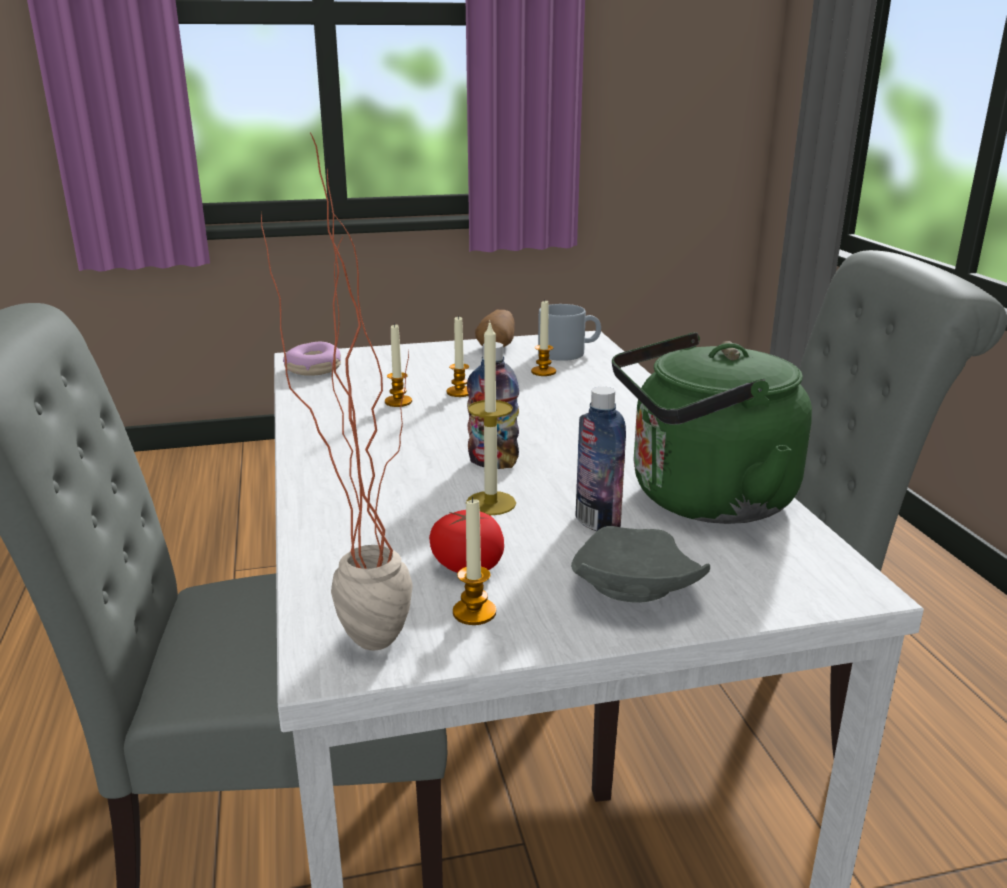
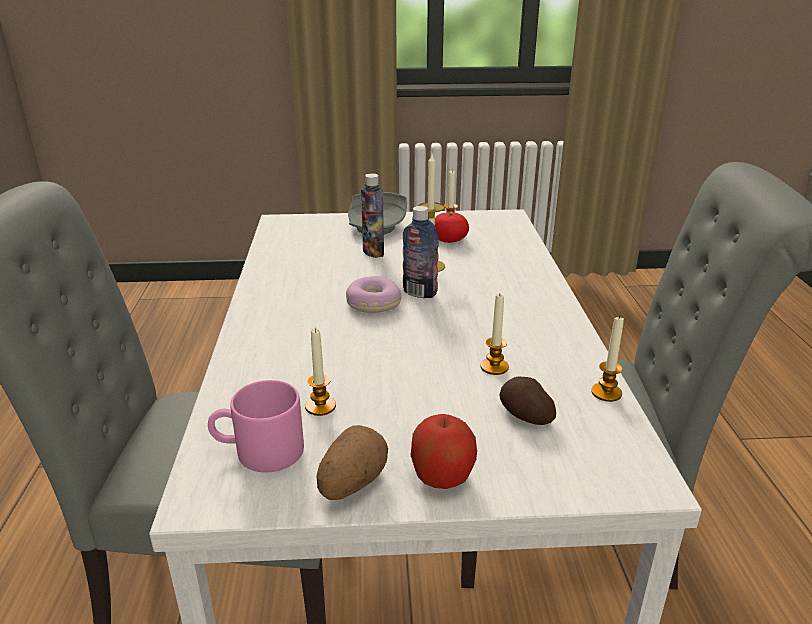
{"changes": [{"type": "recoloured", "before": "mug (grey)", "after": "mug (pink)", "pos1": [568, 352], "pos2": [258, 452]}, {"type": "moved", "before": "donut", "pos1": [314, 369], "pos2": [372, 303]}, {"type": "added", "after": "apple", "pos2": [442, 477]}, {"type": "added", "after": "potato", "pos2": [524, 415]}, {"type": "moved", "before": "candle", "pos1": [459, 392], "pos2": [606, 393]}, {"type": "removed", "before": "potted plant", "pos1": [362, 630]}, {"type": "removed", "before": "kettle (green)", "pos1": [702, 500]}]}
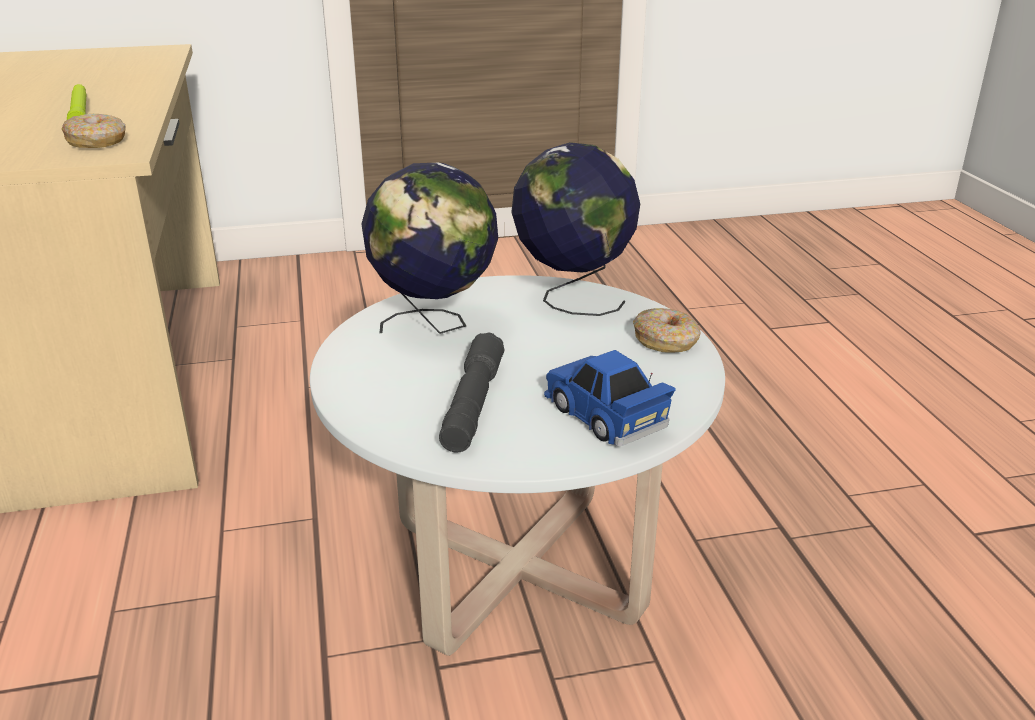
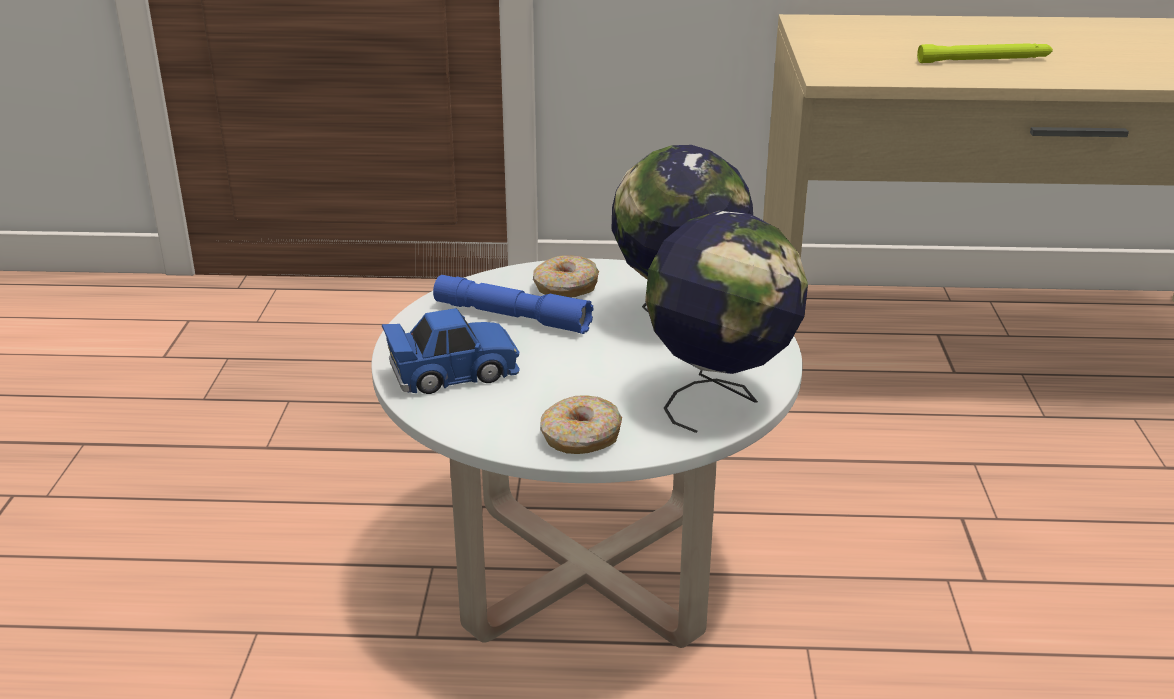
{"changes": [{"type": "recoloured", "before": "flashlight (grey)", "after": "flashlight (blue)", "pos1": [473, 404], "pos2": [512, 317]}, {"type": "moved", "before": "donut", "pos1": [97, 142], "pos2": [565, 288]}]}
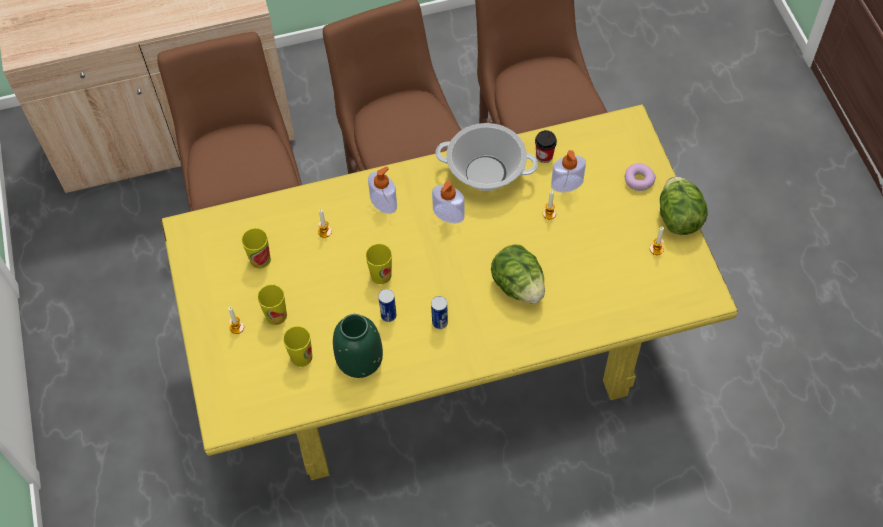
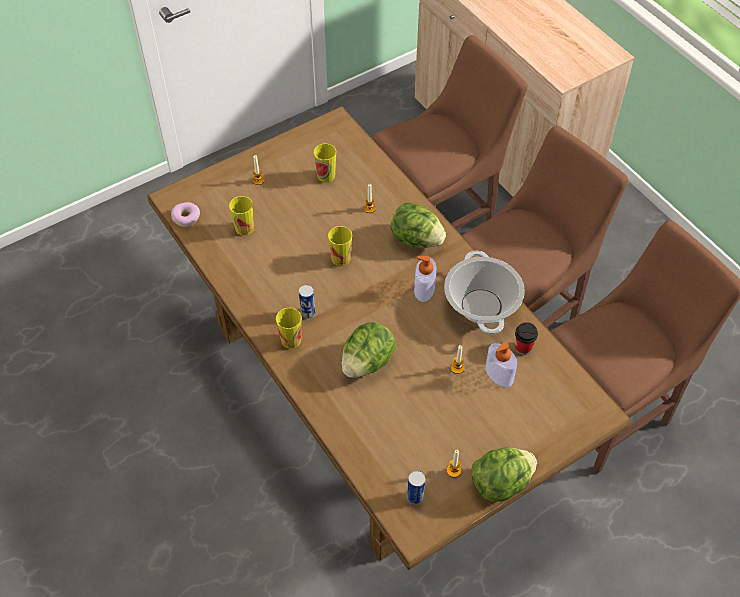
{"changes": [{"type": "recoloured", "before": "dining table (yellow)", "after": "dining table (brown)", "pos1": [446, 351], "pos2": [372, 395]}, {"type": "moved", "before": "donut", "pos1": [638, 180], "pos2": [186, 217]}, {"type": "moved", "before": "cup", "pos1": [276, 315], "pos2": [291, 340]}, {"type": "replaced", "before": "soap dispenser", "after": "lettuce", "pos1": [383, 202], "pos2": [416, 239]}, {"type": "moved", "before": "can", "pos1": [388, 315], "pos2": [415, 497]}, {"type": "removed", "before": "vase (green)", "pos1": [359, 360]}]}
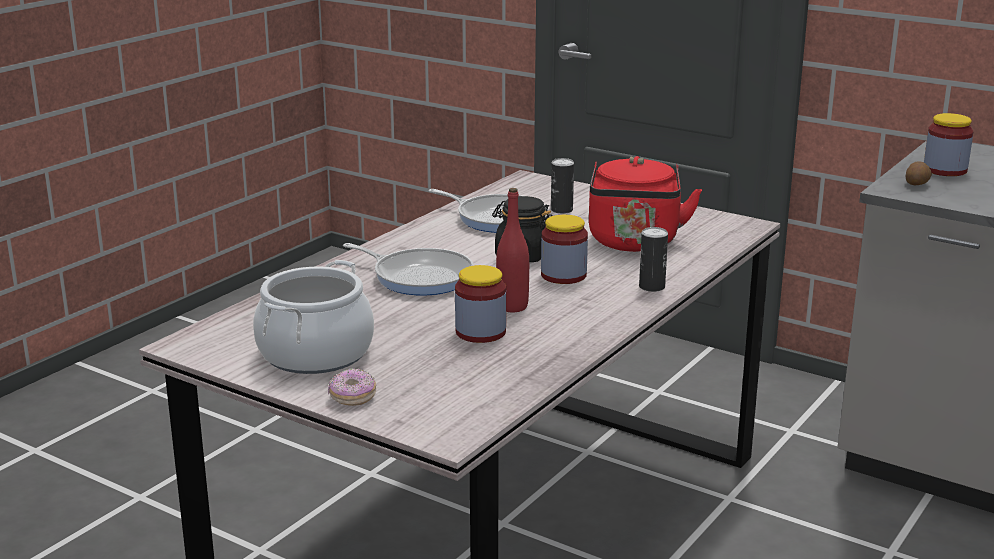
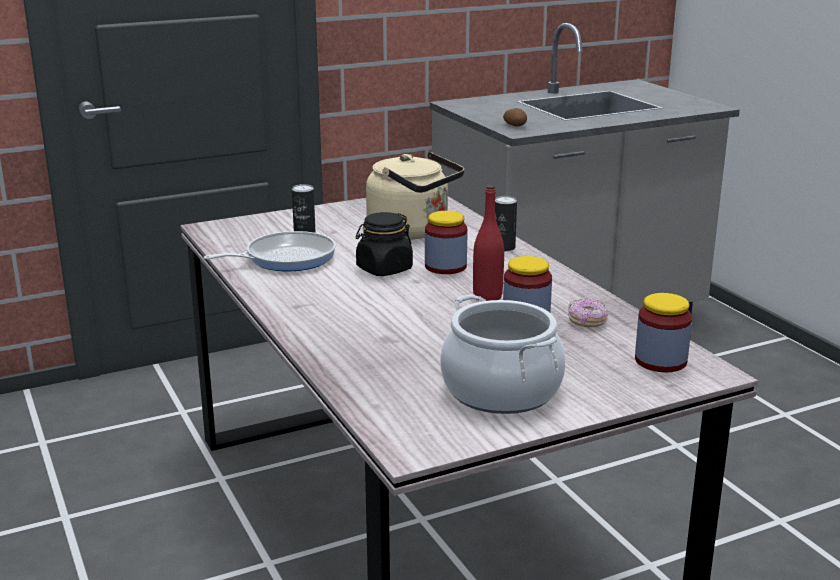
{"changes": [{"type": "recoloured", "before": "kettle (red)", "after": "kettle (beige)", "pos1": [634, 243], "pos2": [413, 232]}, {"type": "moved", "before": "donut", "pos1": [352, 397], "pos2": [587, 322]}, {"type": "moved", "before": "jar", "pos1": [945, 170], "pos2": [660, 361]}, {"type": "removed", "before": "frying pan", "pos1": [419, 277]}]}
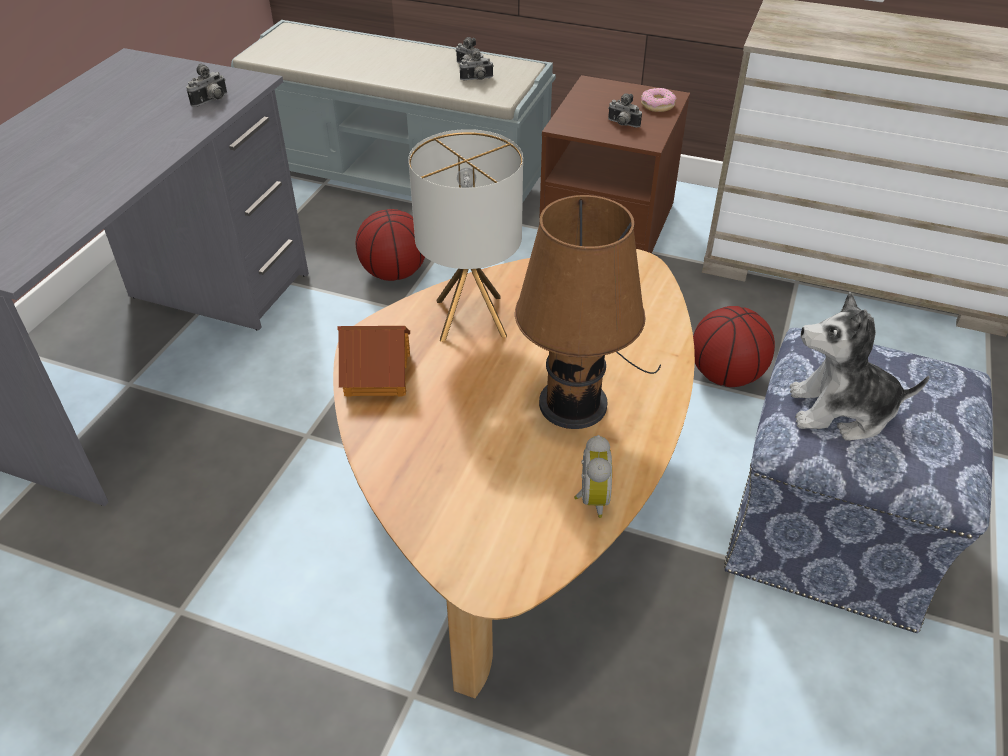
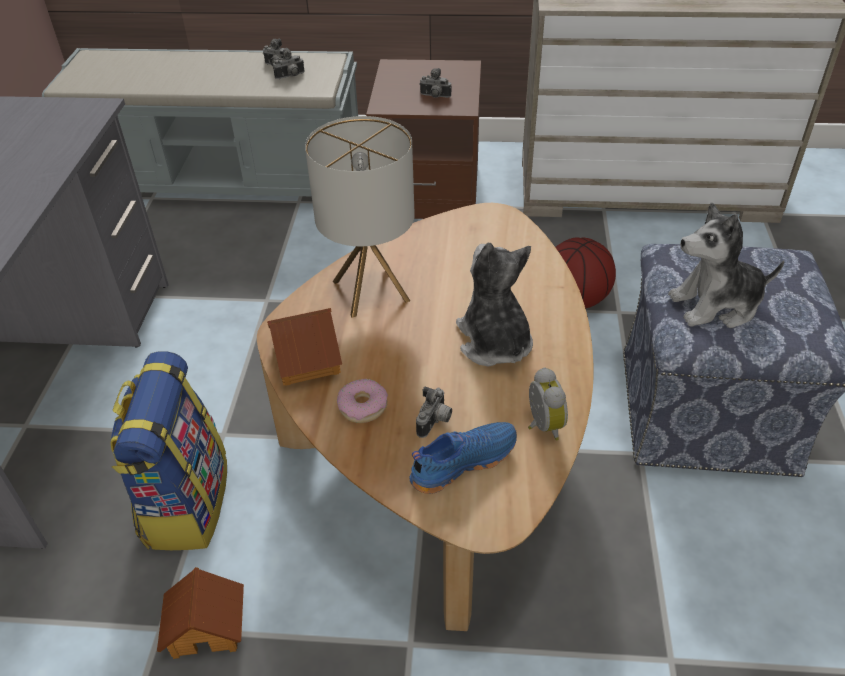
{"changes": [{"type": "added", "after": "backpack", "pos2": [185, 502]}, {"type": "added", "after": "toy house", "pos2": [206, 625]}, {"type": "moved", "before": "donut", "pos1": [657, 105], "pos2": [363, 406]}, {"type": "added", "after": "shoe (blue)", "pos2": [462, 462]}, {"type": "moved", "before": "photo camera", "pos1": [212, 101], "pos2": [435, 422]}, {"type": "replaced", "before": "table lamp (brown)", "after": "plush toy", "pos1": [577, 399], "pos2": [494, 342]}, {"type": "removed", "before": "basketball", "pos1": [393, 273]}]}
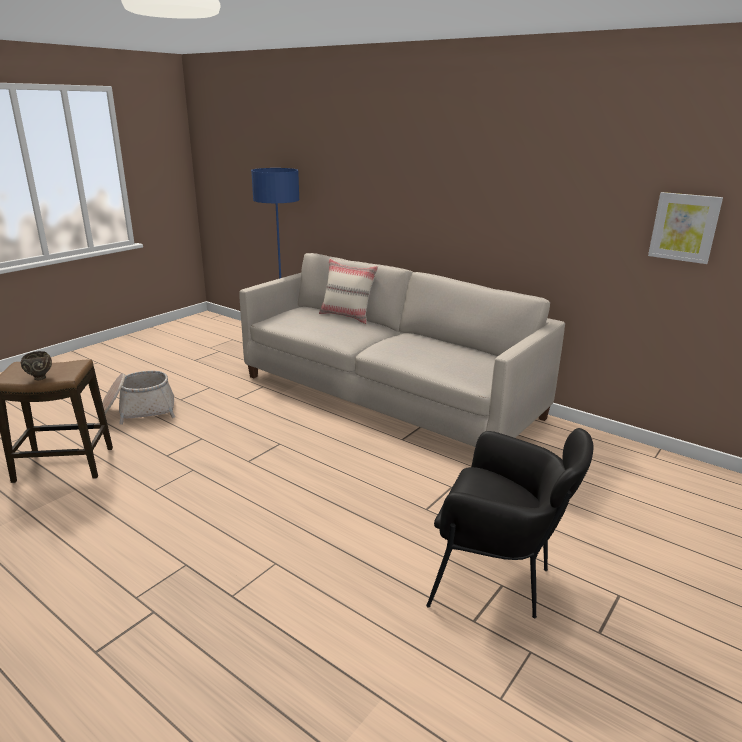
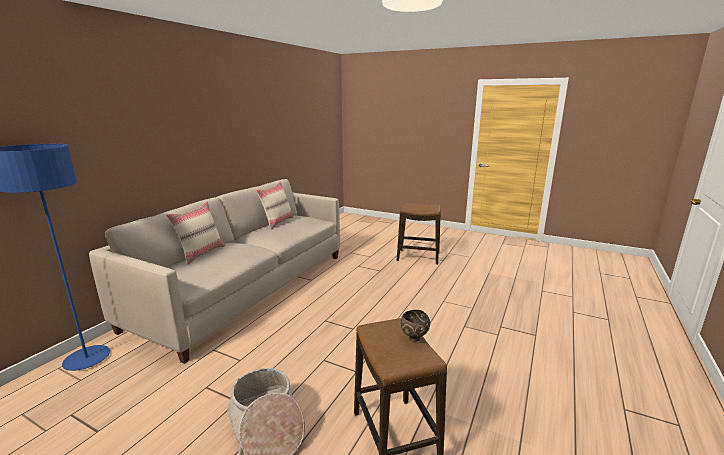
{"changes": [{"type": "added", "after": "pillow (beige)", "pos2": [277, 222]}, {"type": "replaced", "before": "armchair (black)", "after": "stool", "pos1": [498, 580], "pos2": [418, 257]}, {"type": "removed", "before": "picture", "pos1": [684, 227]}]}
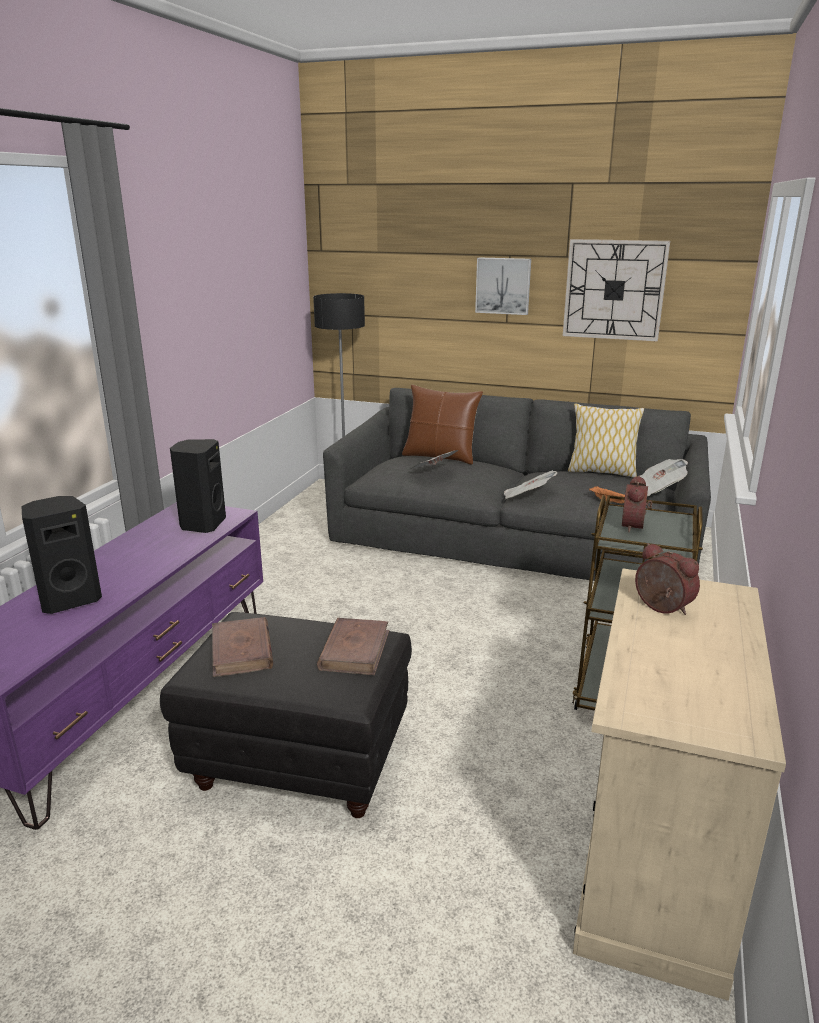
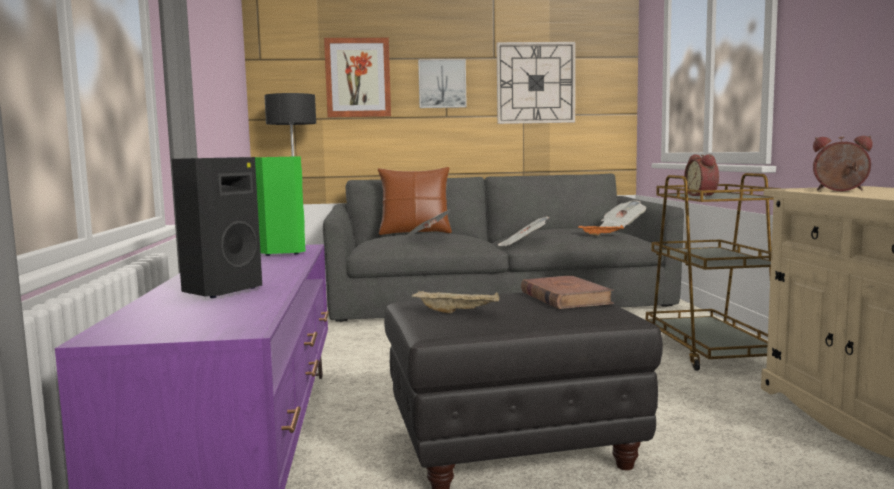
{"changes": [{"type": "recoloured", "before": "speaker (black)", "after": "speaker (green)", "pos1": [202, 524], "pos2": [281, 252]}, {"type": "added", "after": "picture", "pos2": [358, 78]}, {"type": "replaced", "before": "book (brown)", "after": "tray (beige)", "pos1": [242, 651], "pos2": [458, 312]}, {"type": "removed", "before": "pillow", "pos1": [601, 472]}]}
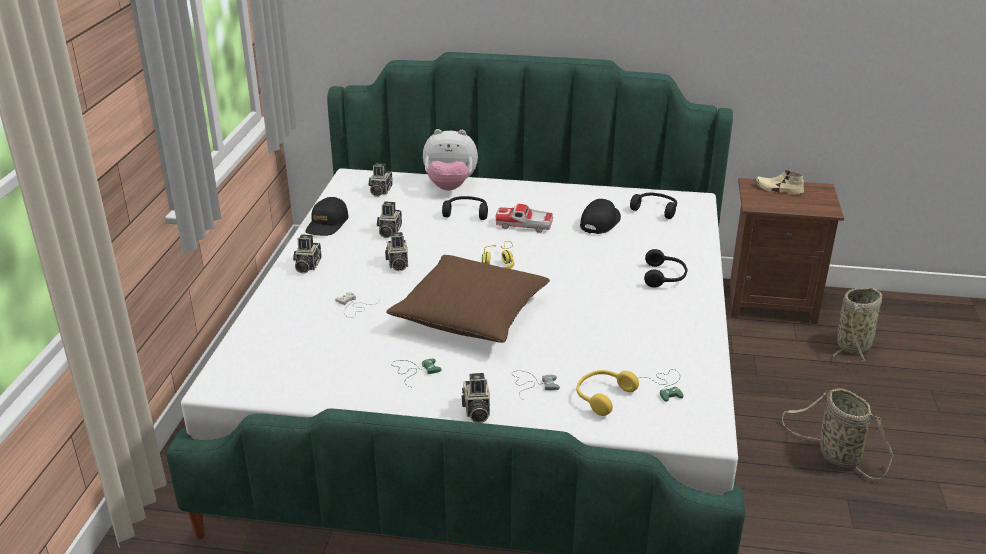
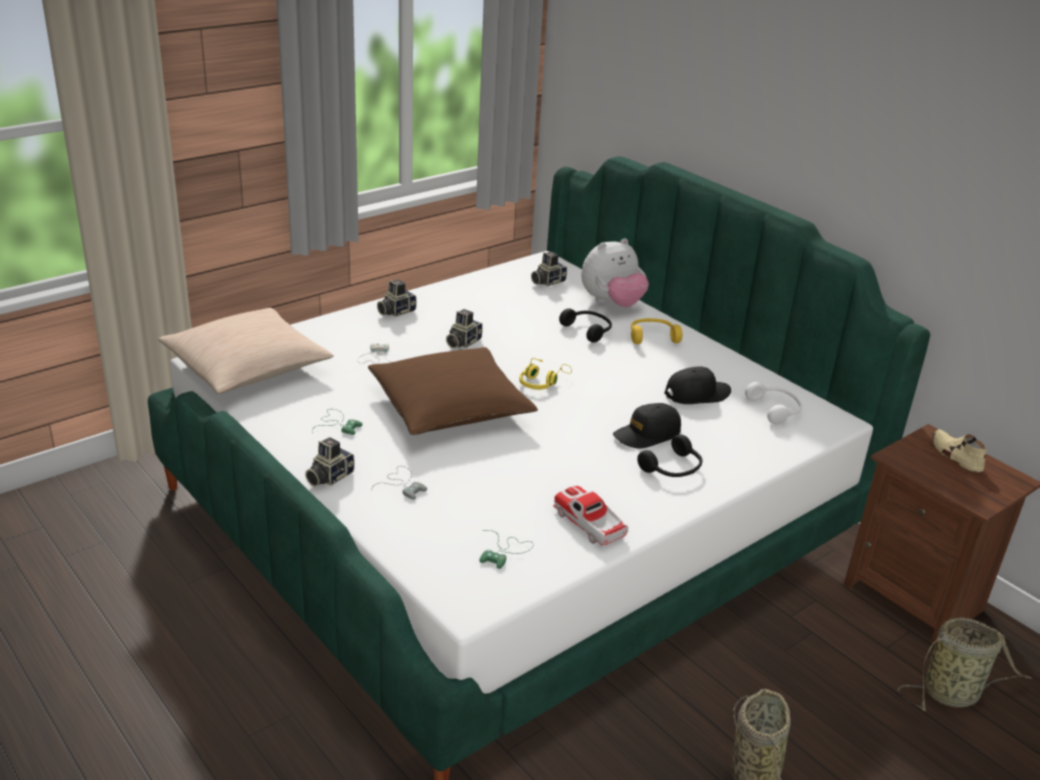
{"changes": [{"type": "added", "after": "pillow (beige)", "pos2": [247, 367]}, {"type": "moved", "before": "toy car", "pos1": [524, 225], "pos2": [589, 523]}, {"type": "turned", "before": "plush toy", "pos1": [450, 187], "pos2": [612, 303], "turn": -75}, {"type": "moved", "before": "cap (black)", "pos1": [327, 224], "pos2": [647, 434]}, {"type": "moved", "before": "headphones (yellow)", "pos1": [602, 396], "pos2": [652, 337]}, {"type": "recoloured", "before": "headphones (black)", "after": "headphones (white)", "pos1": [655, 209], "pos2": [775, 409]}, {"type": "removed", "before": "photo camera", "pos1": [389, 231]}]}
